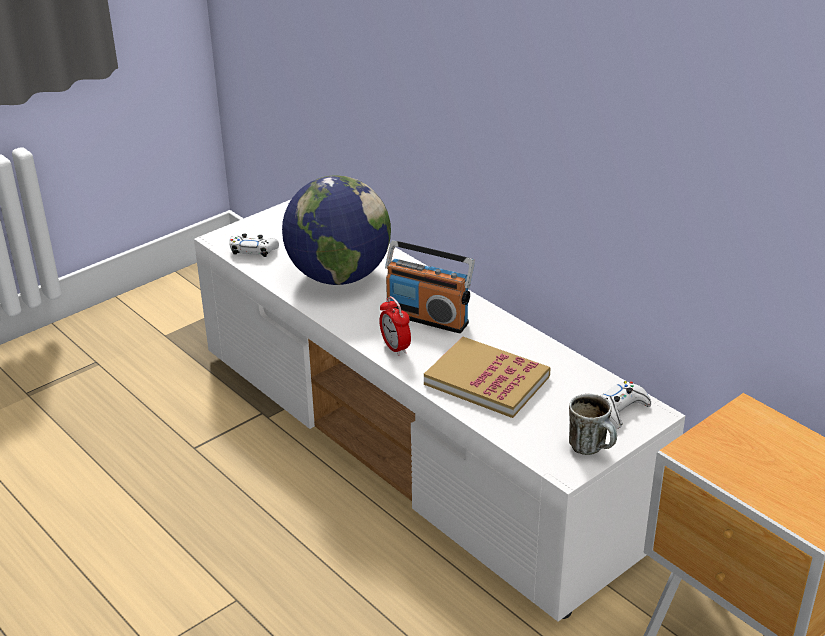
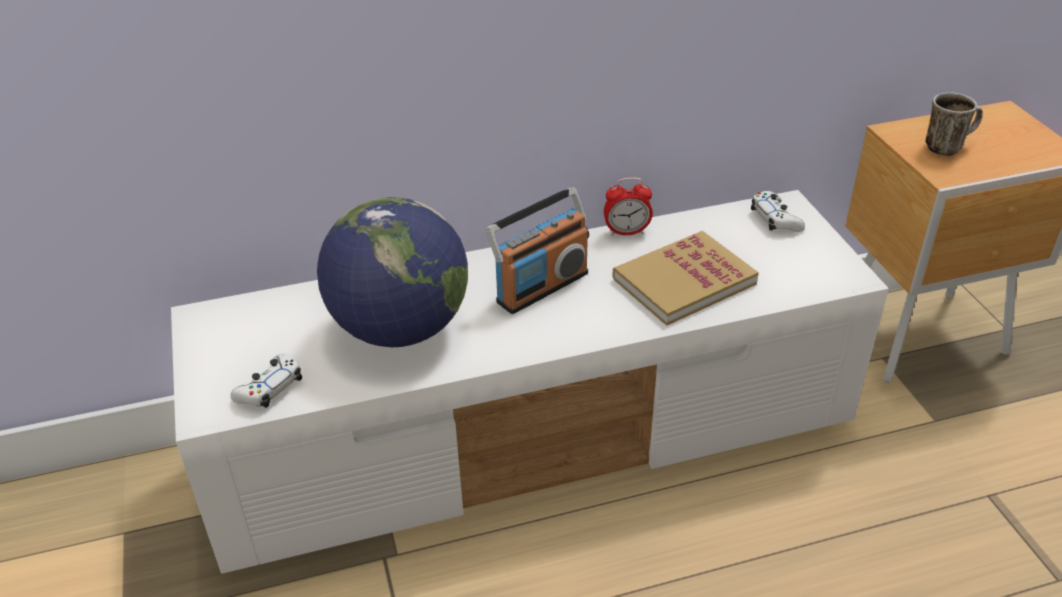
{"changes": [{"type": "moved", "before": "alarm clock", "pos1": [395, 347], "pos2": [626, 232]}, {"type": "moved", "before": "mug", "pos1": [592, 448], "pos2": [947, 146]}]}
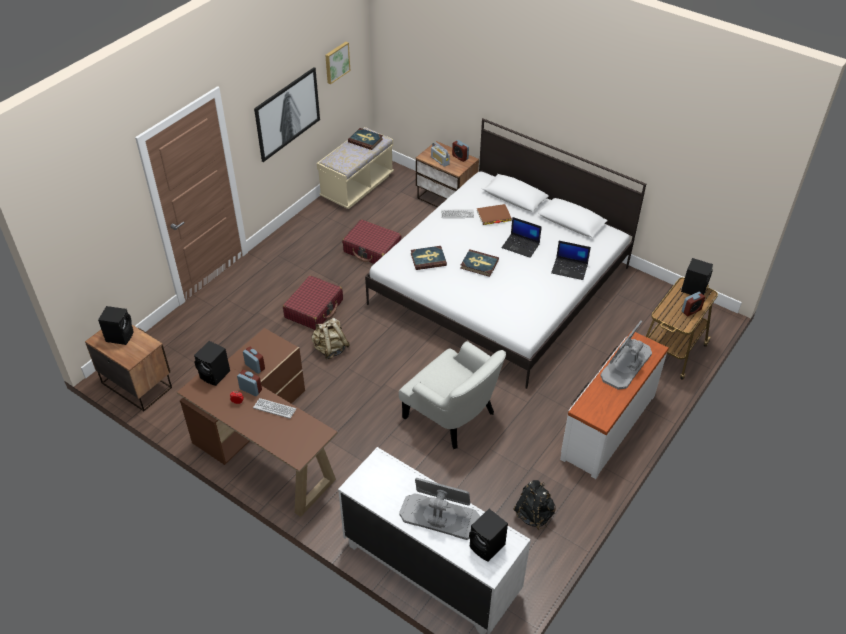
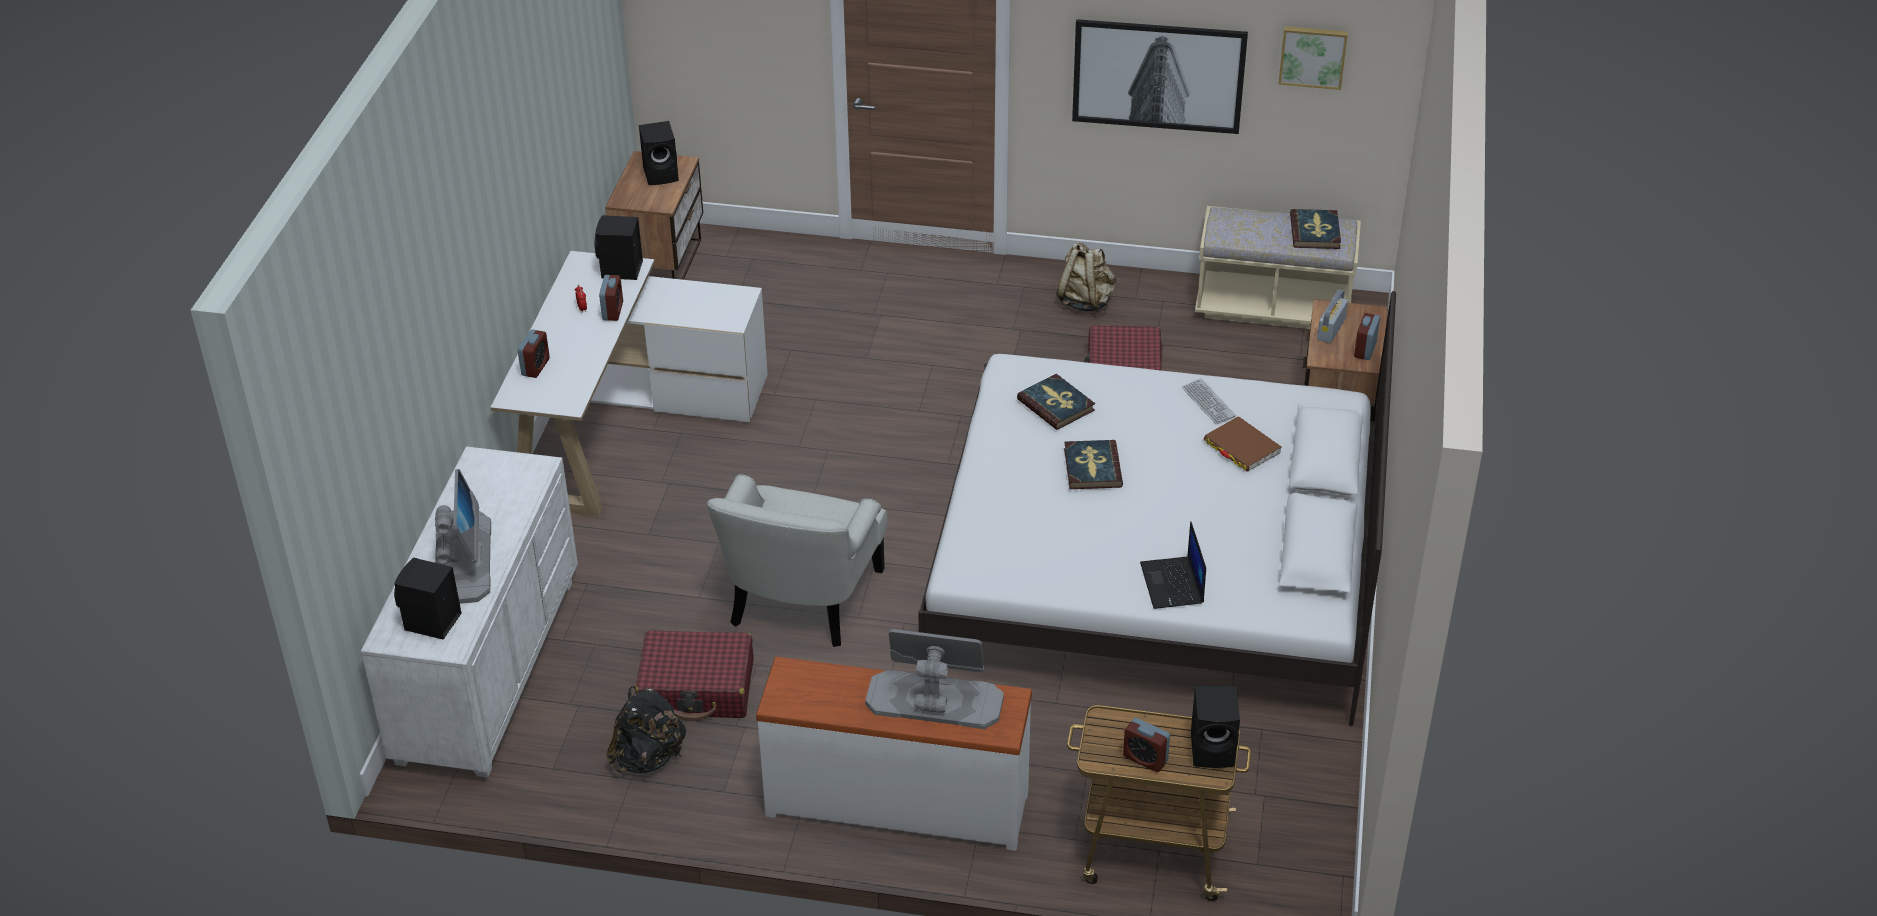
{"changes": [{"type": "recoloured", "before": "desk (brown)", "after": "desk (white)", "pos1": [266, 444], "pos2": [624, 424]}, {"type": "moved", "before": "alarm clock", "pos1": [255, 366], "pos2": [535, 367]}, {"type": "moved", "before": "suitcase (red)", "pos1": [314, 309], "pos2": [697, 688]}, {"type": "moved", "before": "backpack (beige)", "pos1": [330, 349], "pos2": [1085, 301]}, {"type": "removed", "before": "keyboard", "pos1": [274, 408]}, {"type": "removed", "before": "laptop", "pos1": [521, 246]}]}
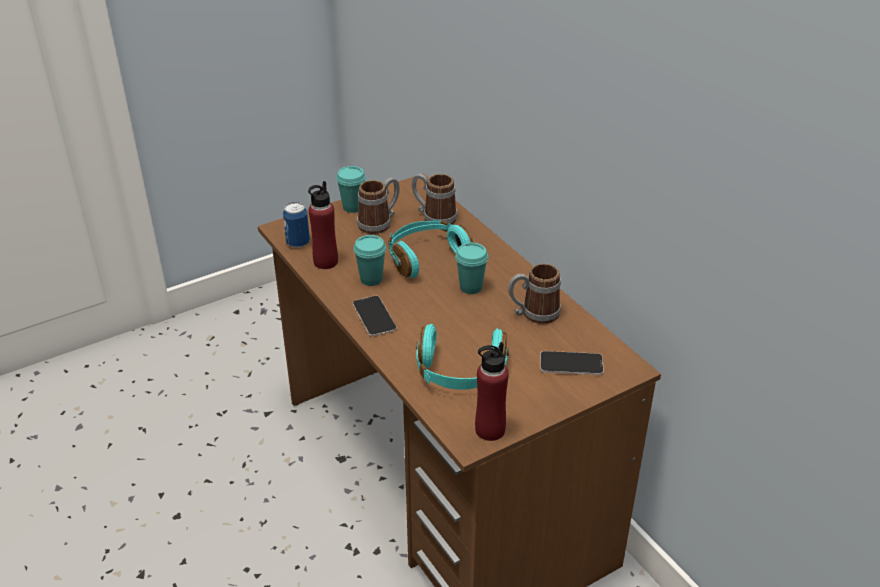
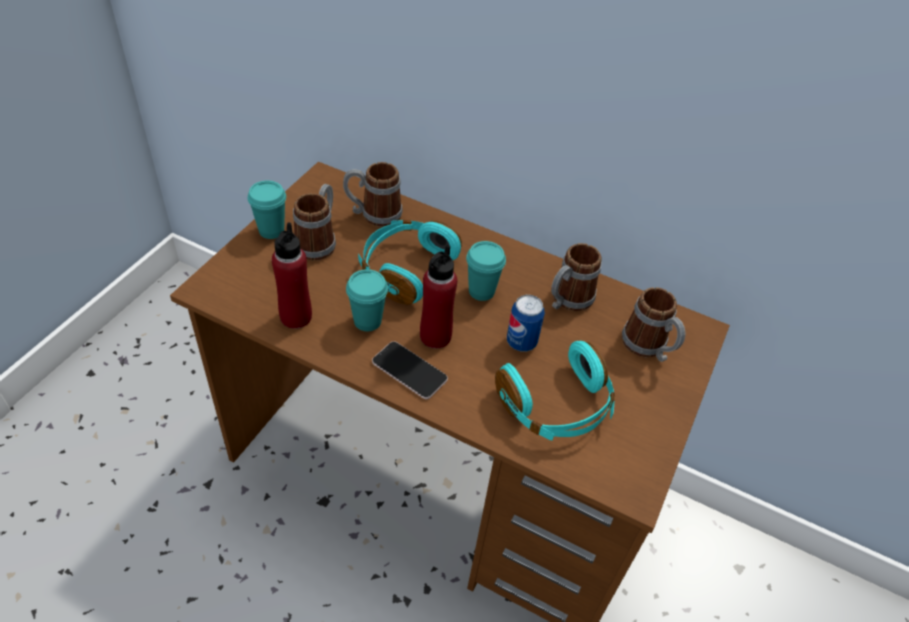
{"changes": [{"type": "moved", "before": "bottle (red)", "pos1": [490, 430], "pos2": [435, 336]}, {"type": "moved", "before": "can", "pos1": [298, 243], "pos2": [521, 342]}, {"type": "replaced", "before": "phone", "after": "mug", "pos1": [571, 364], "pos2": [648, 348]}]}
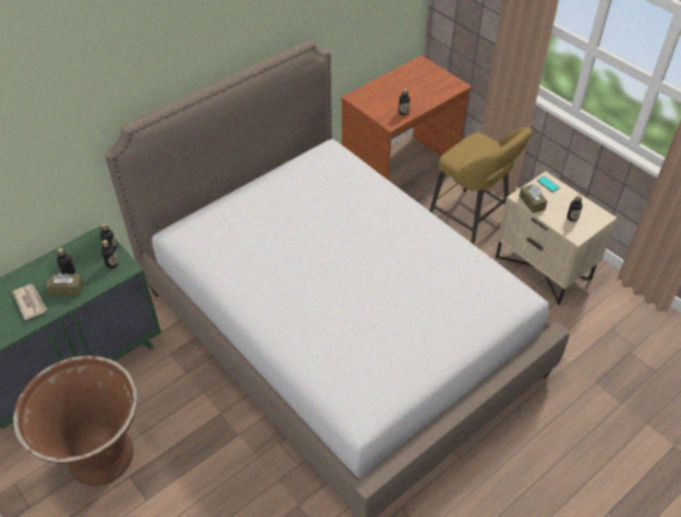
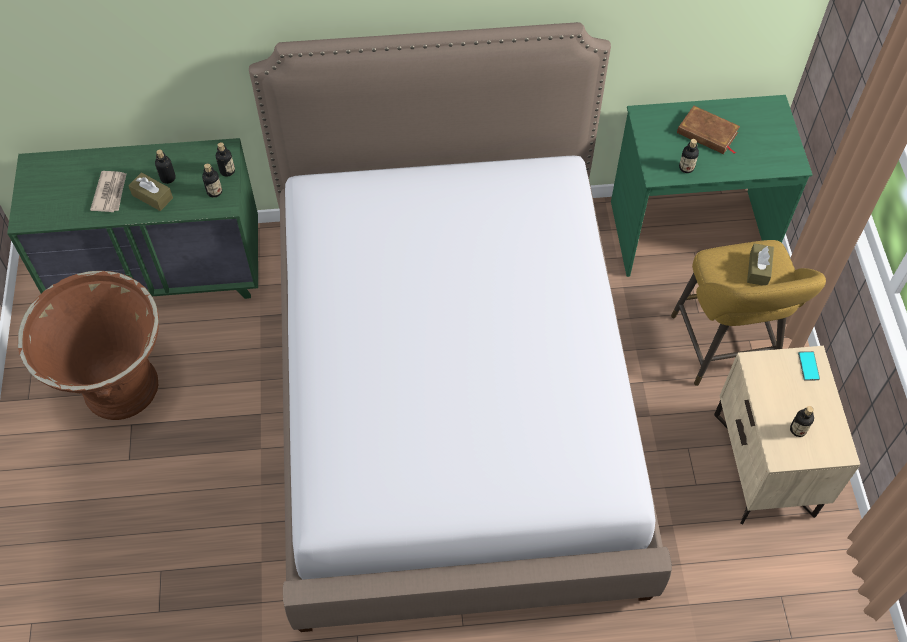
{"changes": [{"type": "recoloured", "before": "desk (brown)", "after": "desk (green)", "pos1": [401, 172], "pos2": [690, 234]}, {"type": "added", "after": "book (brown)", "pos2": [707, 133]}, {"type": "moved", "before": "tissue box (brown)", "pos1": [531, 203], "pos2": [758, 269]}]}
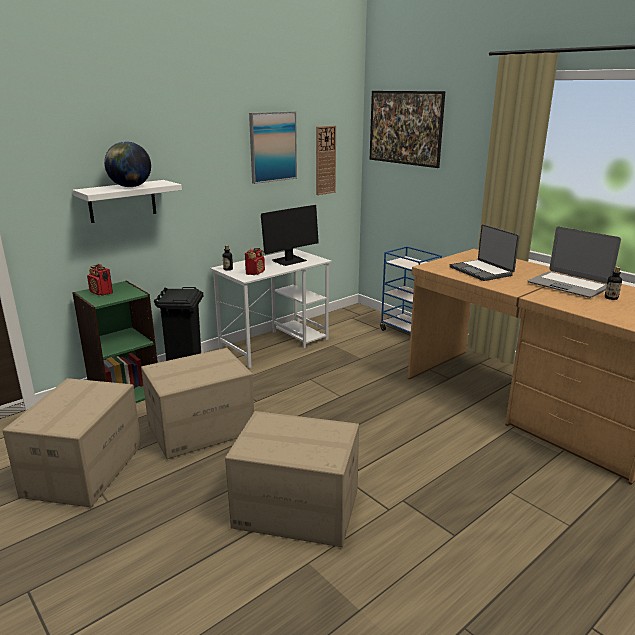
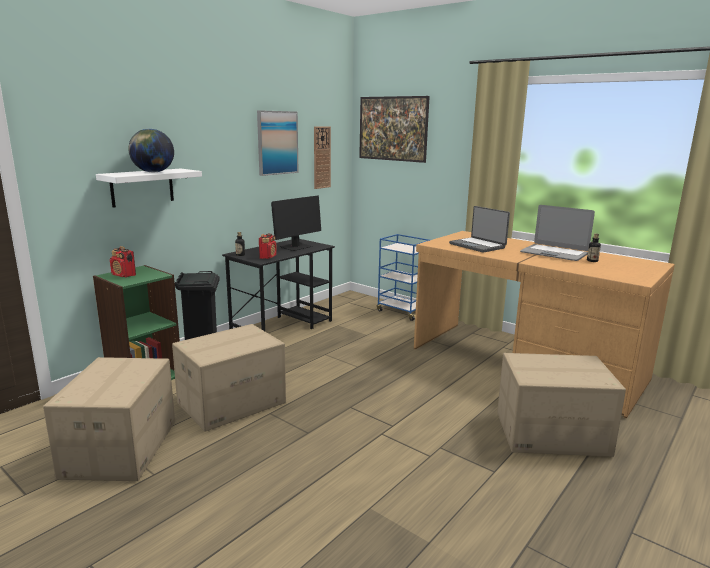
{"changes": [{"type": "recoloured", "before": "desk (white)", "after": "desk (black)", "pos1": [275, 344], "pos2": [283, 327]}, {"type": "moved", "before": "cardboard box", "pos1": [296, 509], "pos2": [551, 434]}]}
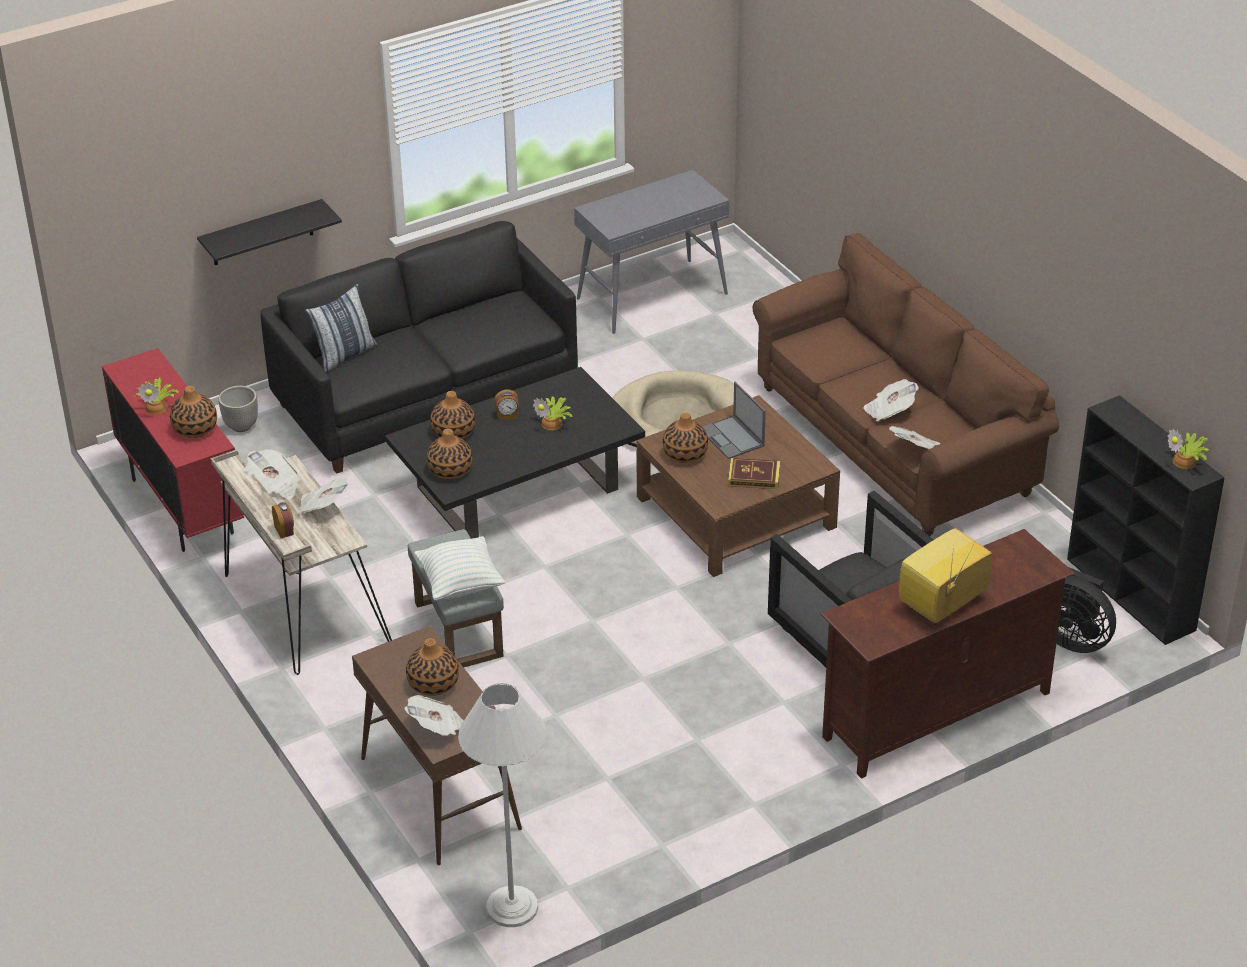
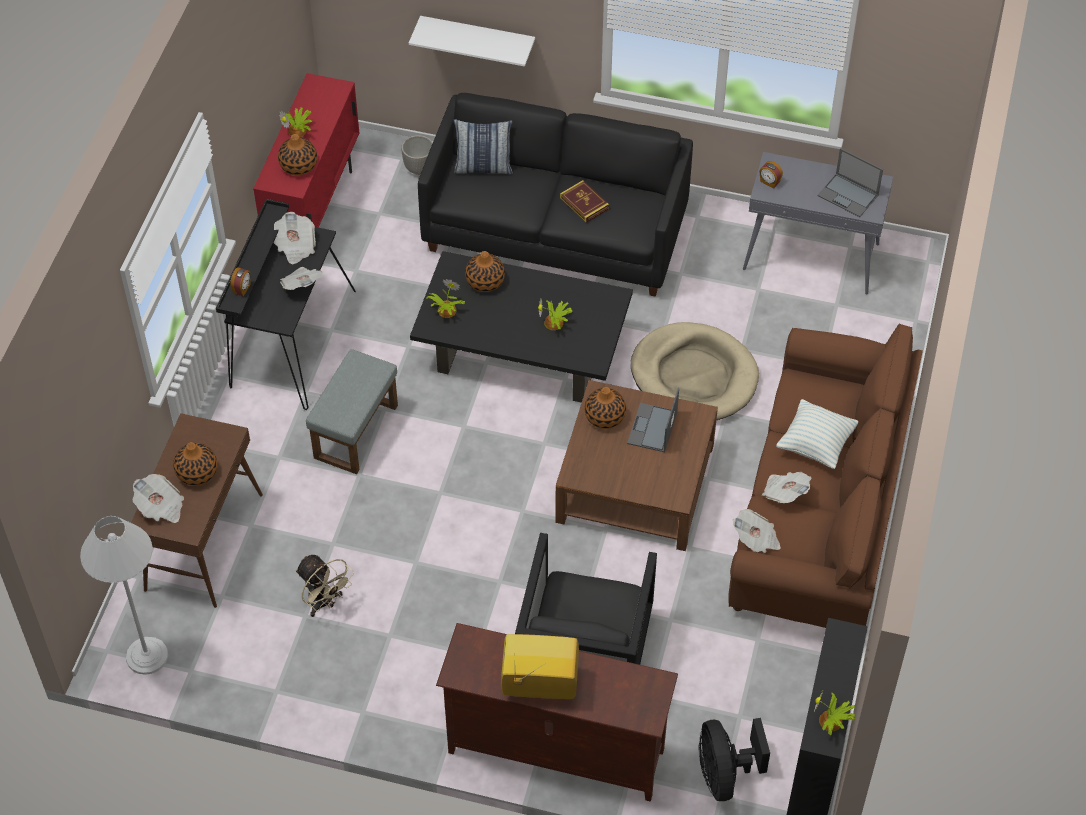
{"changes": [{"type": "recoloured", "before": "desk (beige)", "after": "desk (black)", "pos1": [302, 608], "pos2": [289, 340]}, {"type": "added", "after": "fan (beige)", "pos2": [324, 603]}, {"type": "recoloured", "before": "shelf (black)", "after": "shelf (white)", "pos1": [262, 233], "pos2": [477, 38]}, {"type": "replaced", "before": "vase", "after": "potted plant", "pos1": [450, 470], "pos2": [446, 311]}, {"type": "moved", "before": "book", "pos1": [754, 476], "pos2": [584, 203]}, {"type": "moved", "before": "alarm clock", "pos1": [507, 415], "pos2": [769, 182]}, {"type": "moved", "before": "pillow", "pos1": [460, 584], "pos2": [815, 444]}, {"type": "added", "after": "laptop", "pos2": [848, 195]}]}
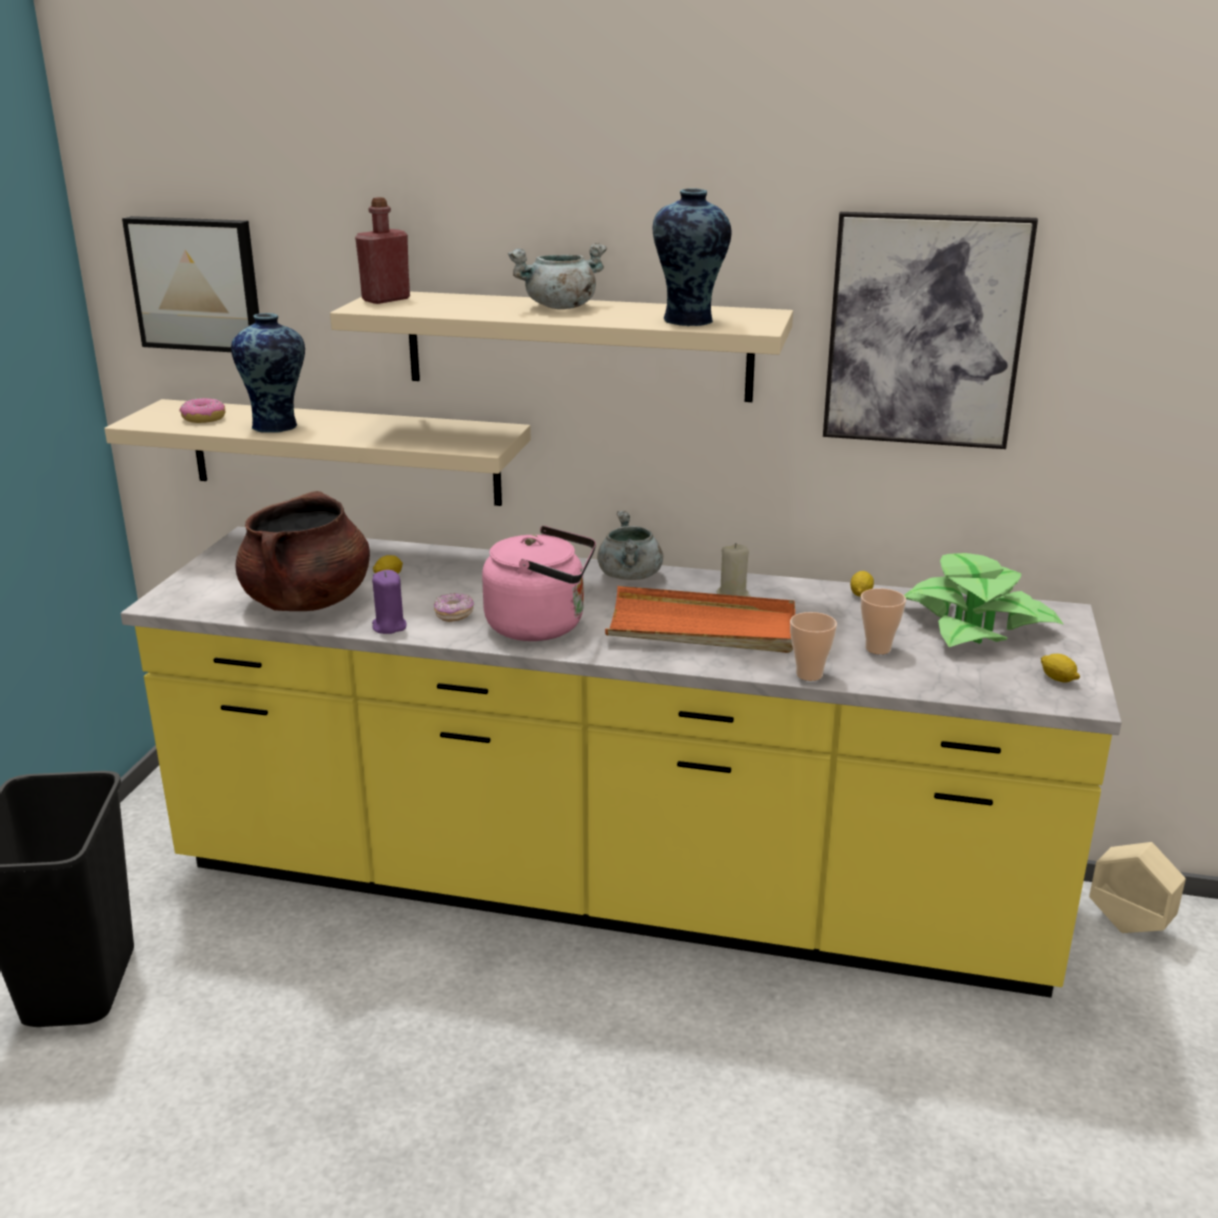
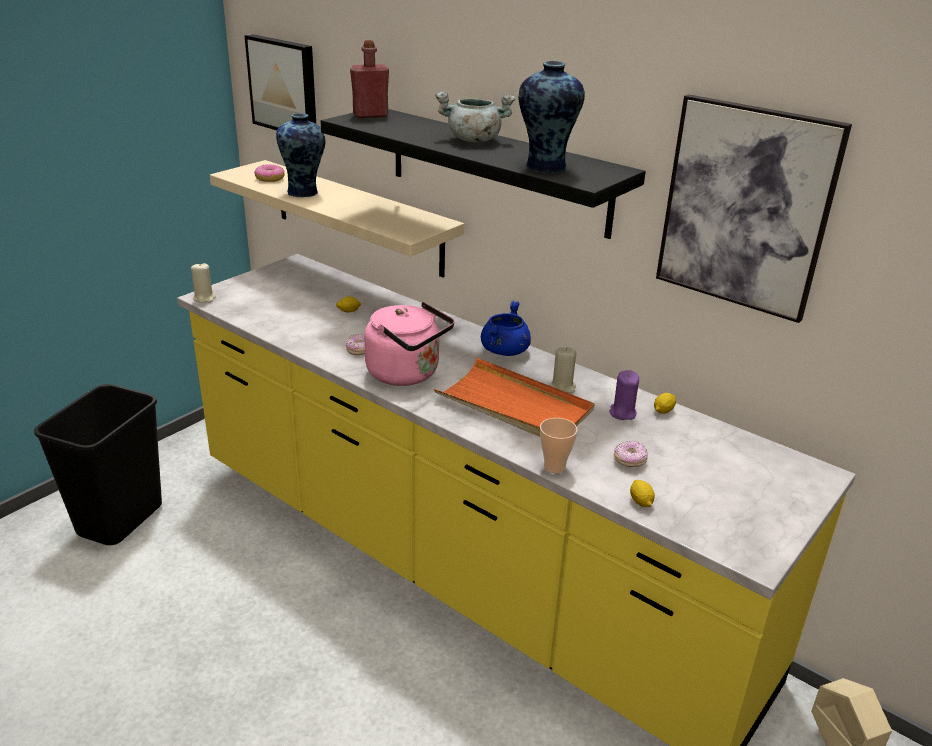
{"changes": [{"type": "added", "after": "candle (beige)", "pos2": [204, 298]}, {"type": "recoloured", "before": "shelf (beige)", "after": "shelf (black)", "pos1": [577, 345], "pos2": [496, 170]}, {"type": "recoloured", "before": "cooking pot (grey)", "after": "cooking pot (blue)", "pos1": [630, 576], "pos2": [504, 351]}, {"type": "moved", "before": "candle (purple)", "pos1": [389, 626], "pos2": [622, 413]}, {"type": "replaced", "before": "cup", "after": "donut", "pos1": [878, 648], "pos2": [629, 461]}, {"type": "moved", "before": "lemon", "pos1": [1058, 679], "pos2": [641, 501]}, {"type": "removed", "before": "cooking pot (brown)", "pos1": [307, 602]}, {"type": "removed", "before": "potted plant", "pos1": [976, 623]}]}
